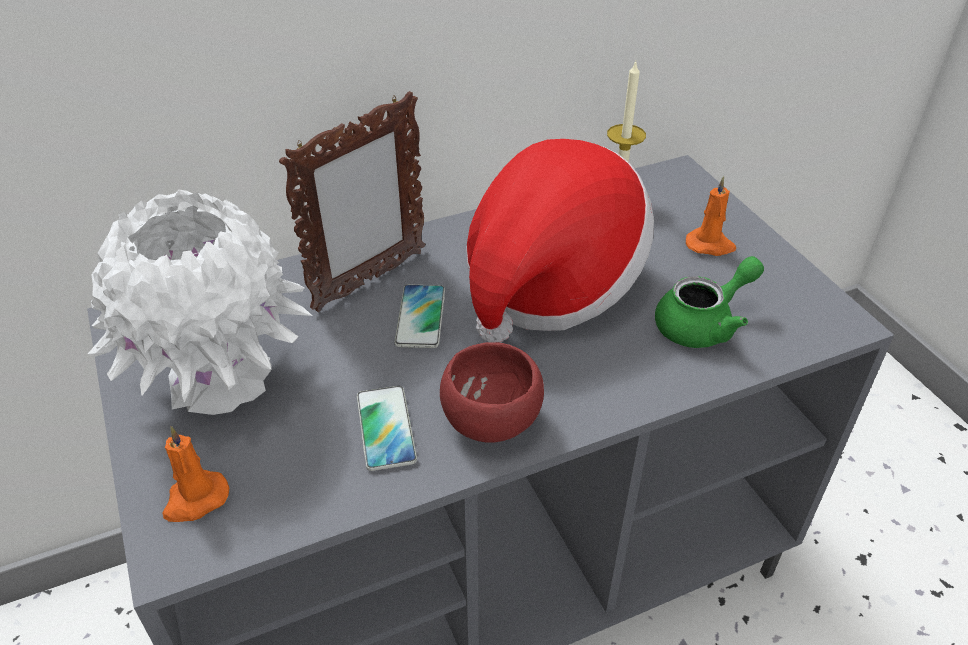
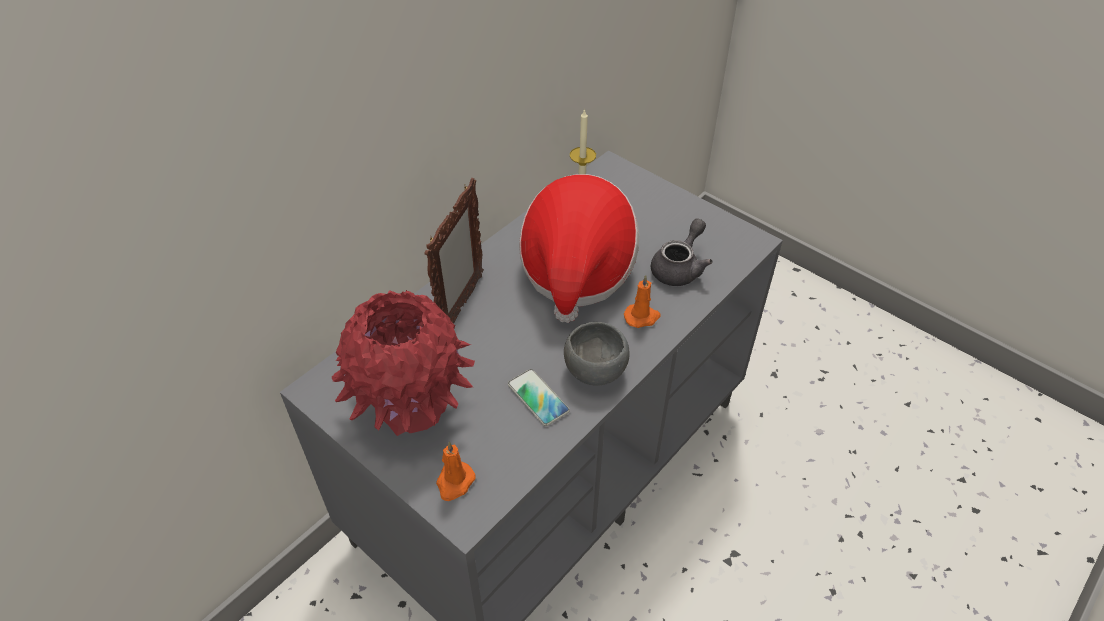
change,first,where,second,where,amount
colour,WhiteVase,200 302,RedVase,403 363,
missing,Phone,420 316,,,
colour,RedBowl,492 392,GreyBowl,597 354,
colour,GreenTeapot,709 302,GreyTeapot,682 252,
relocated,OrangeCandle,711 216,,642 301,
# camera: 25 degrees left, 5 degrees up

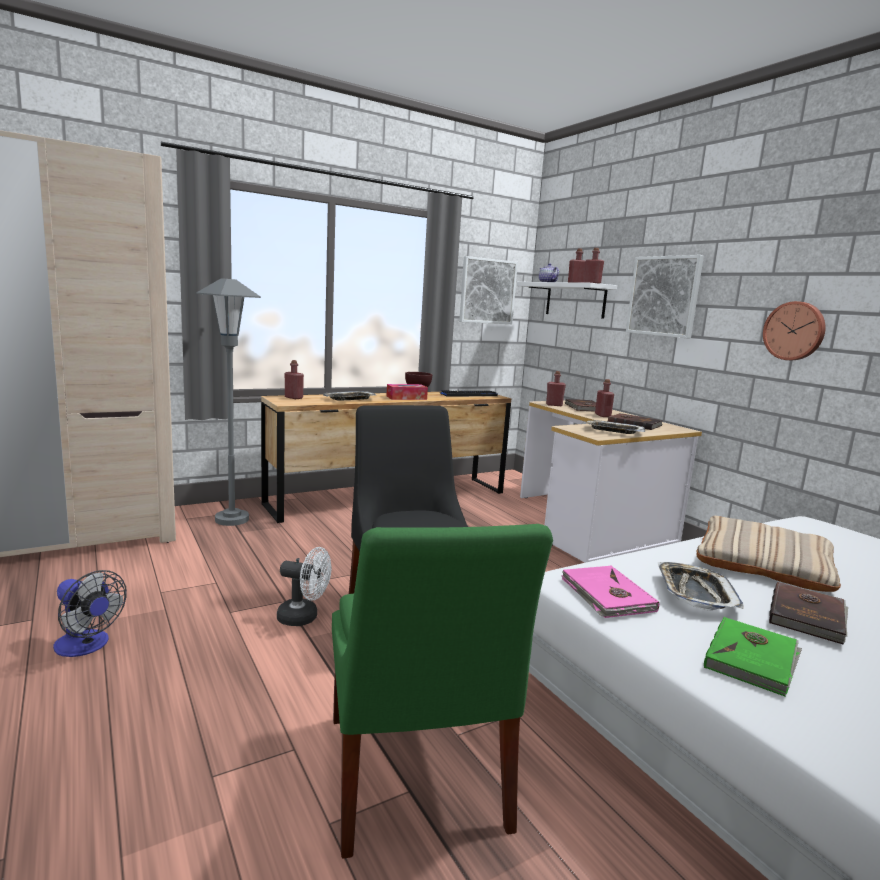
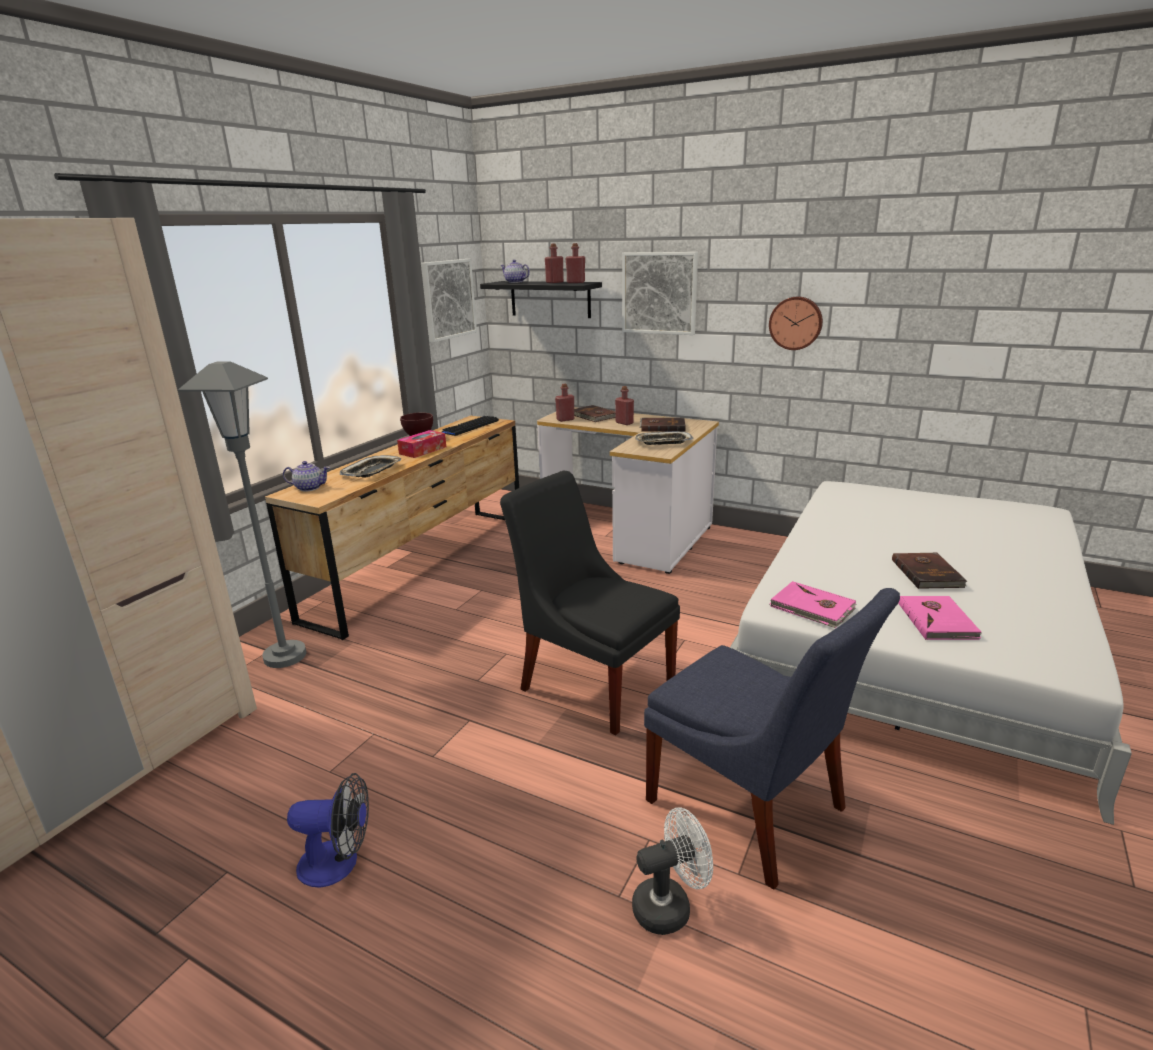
change,first,where,second,where,amount
relocated,WhiteFan,304 586,,672 871,
exchanged,RedBottle,294 379,Teapot,306 476,
colour,GreenChair,442 691,BlueChair,772 738,
colour,WhiteShelf,567 300,BlackShelf,541 299,
missing,Tray,700 586,,,
missing,BeigePillow,768 554,,,
colour,GreenBook,753 656,PinkBook,940 618,
# camera: 30 degrees left, 10 degrees up

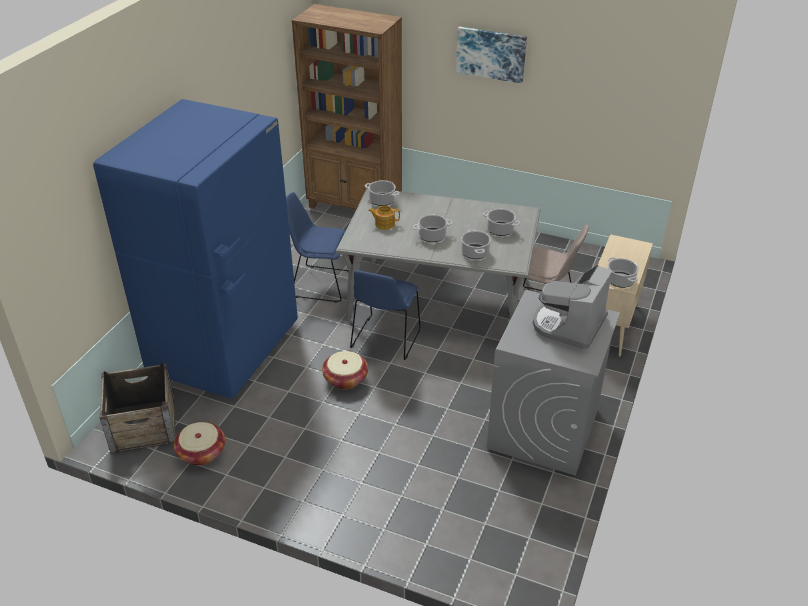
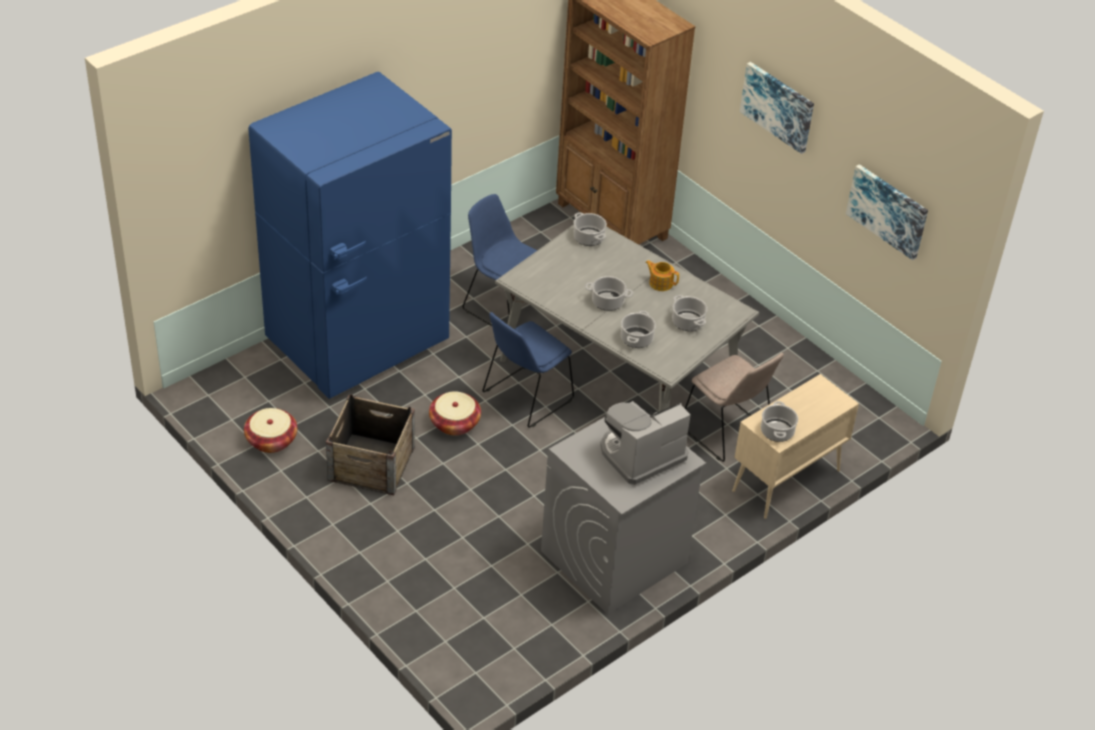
change,first,where,second,where,amount
relocated,Crate,137 408,,370 444,
relocated,Teapot,384 217,,662 275,
appeared,,,Picture,887 212,
# camera: 25 degrees right, 5 degrees up

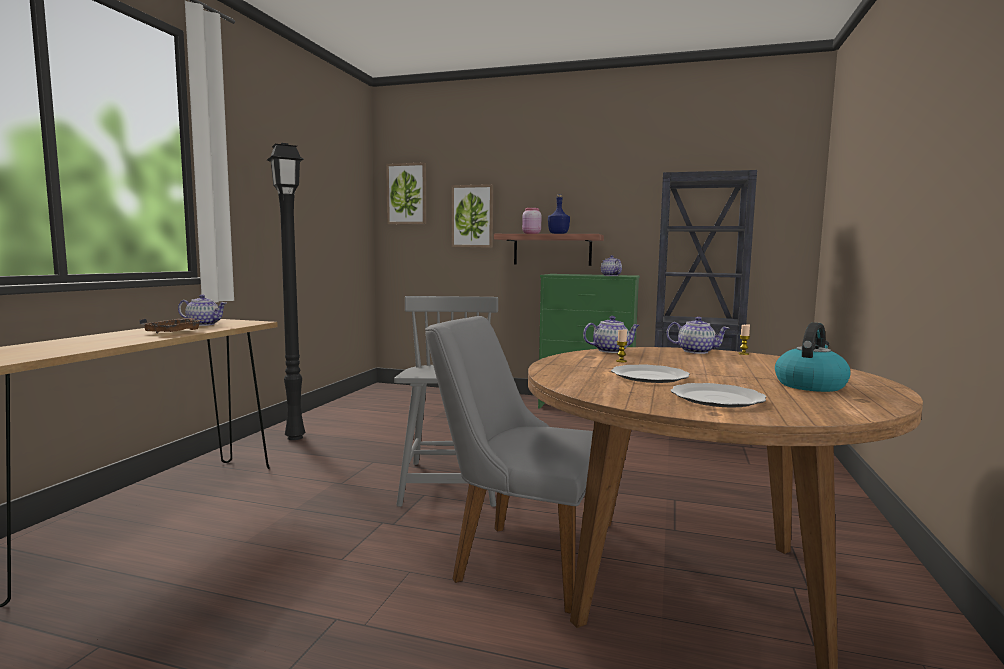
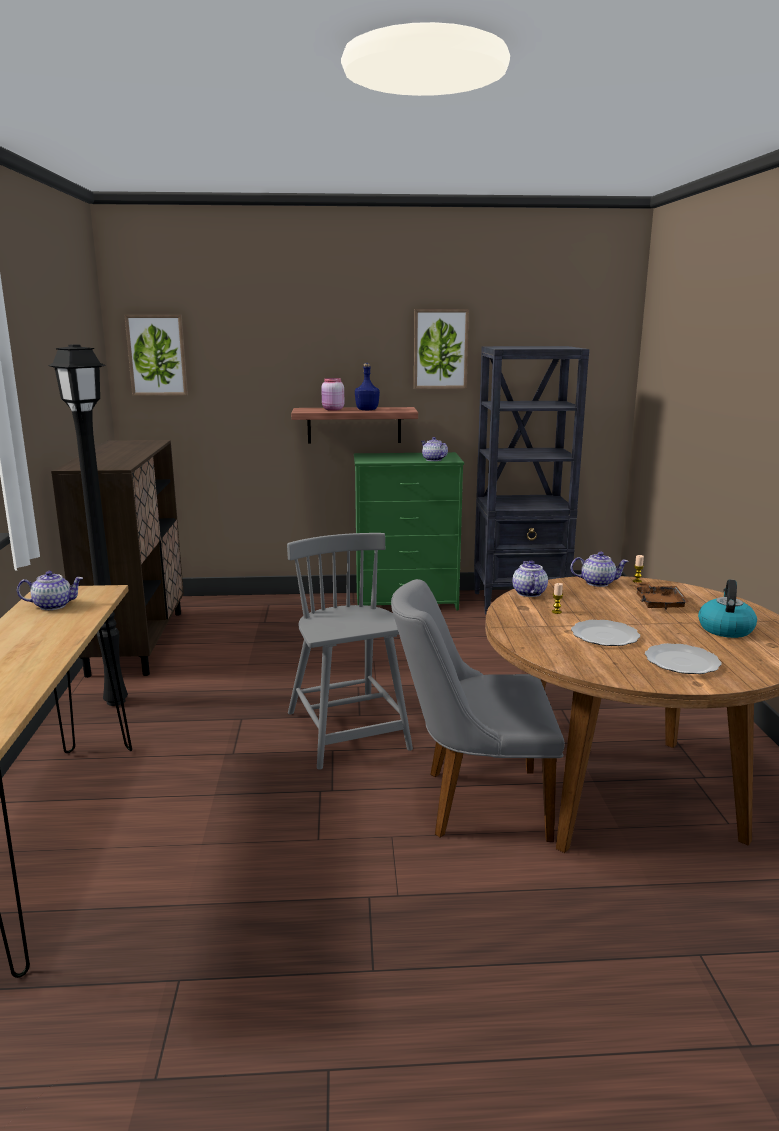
change,first,where,second,where,amount
relocated,BrownTray,172 326,,662 596,
relocated,Picture,472 216,,441 349,
spun,Teapot,611 334,,530 579,60 degrees counterclockwise
appeared,,,BrownCabinet,117 559,
# camera: 20 degrees left, 10 degrees up

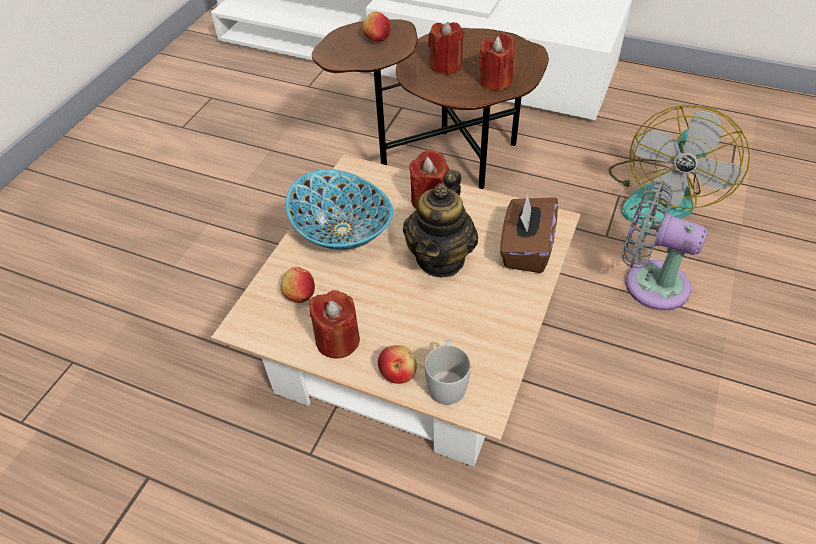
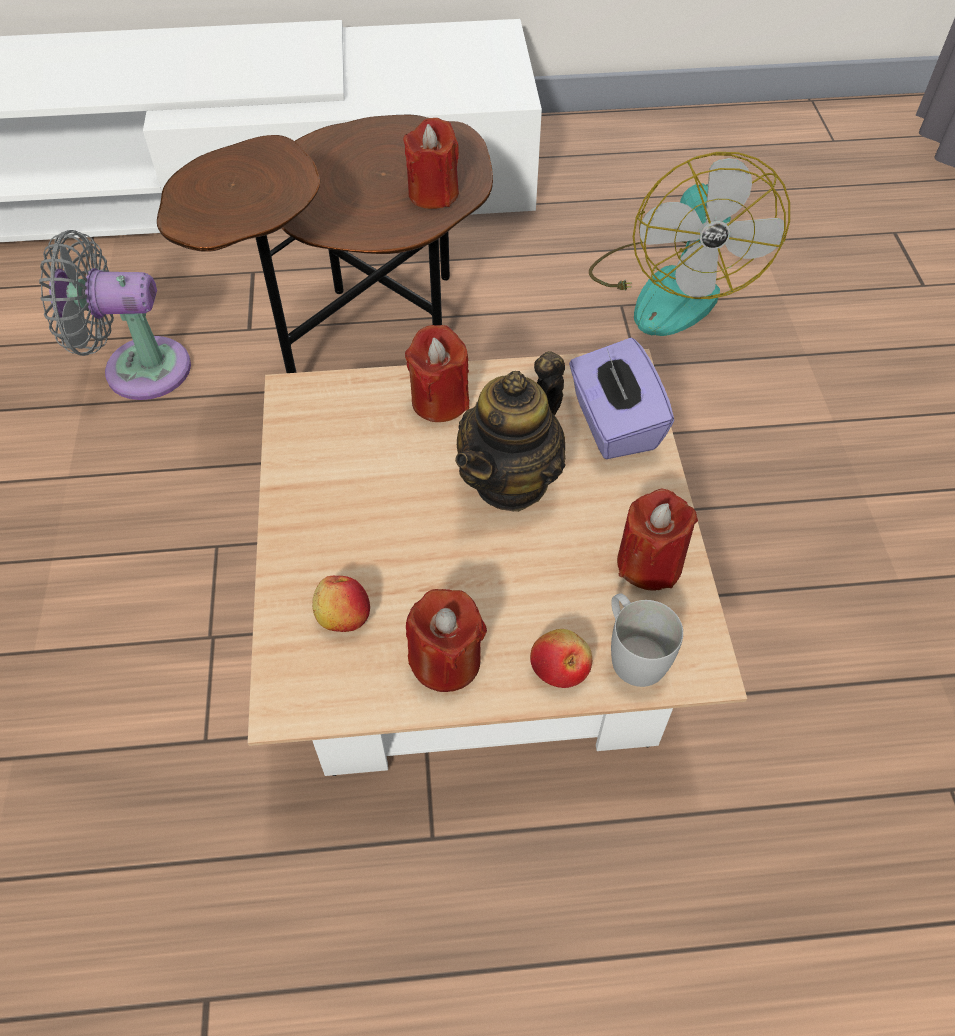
change,first,where,second,where,amount
missing,Bowl,339 209,,,
missing,Apple,376 26,,,
spun,Teapot,440 224,,510 431,45 degrees clockwise
relocated,RedCandle,446 48,,657 540,
colour,BrownTissueBox,529 233,PurpleTissueBox,621 398,
relocated,GreyFan,665 246,,115 315,
# camera: 30 degrees left, 5 degrees up

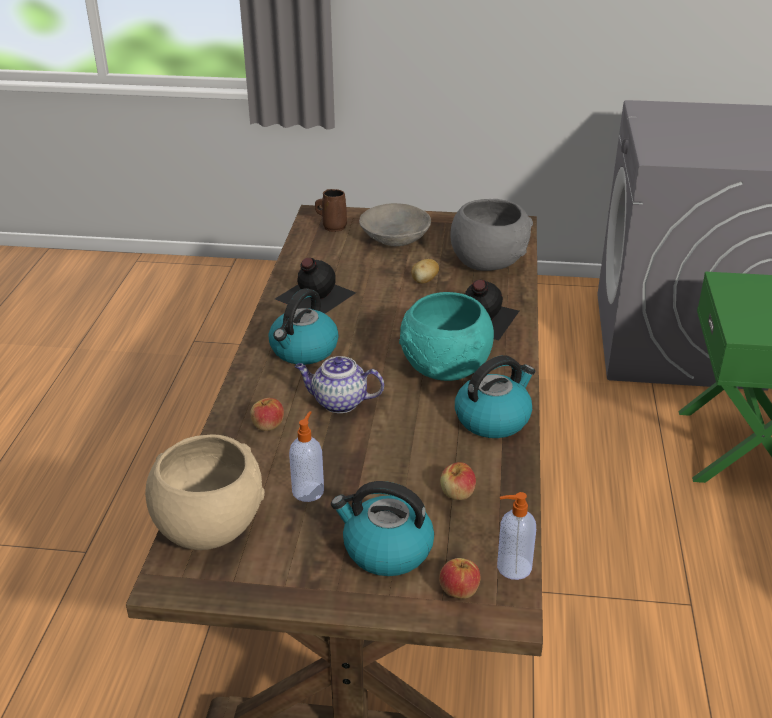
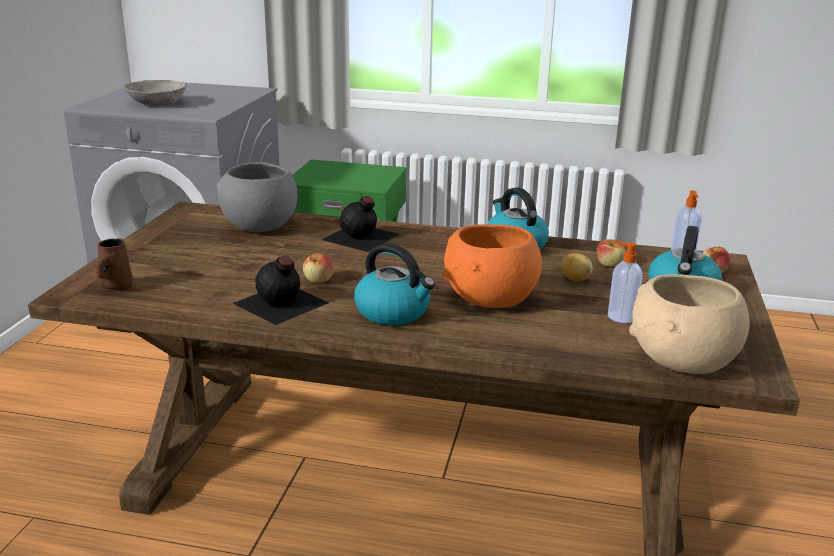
change,first,where,second,where,amount
relocated,Apple,267 414,,318 268,
exchanged,Teapot,339 384,OrangeBowl,492 266,
relocated,GreyBowl,395 224,,155 92,
missing,TurquoiseBowl,446 336,,,
relocated,Potato,425 271,,577 267,
# camera: 85 degrees left, 10 degrees down

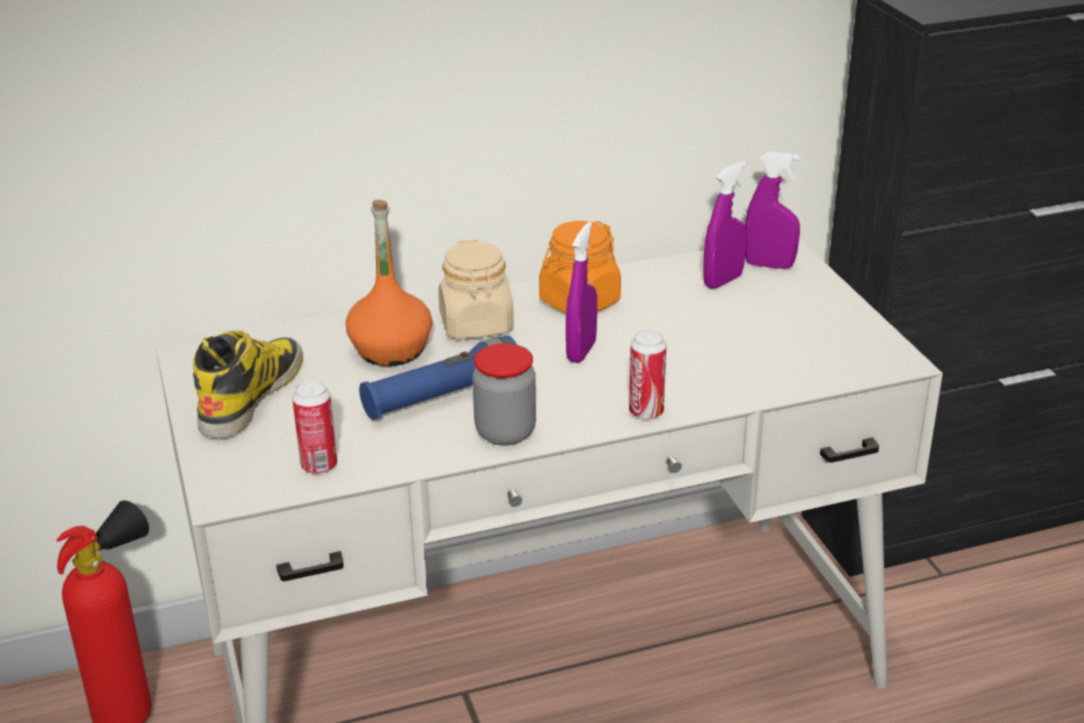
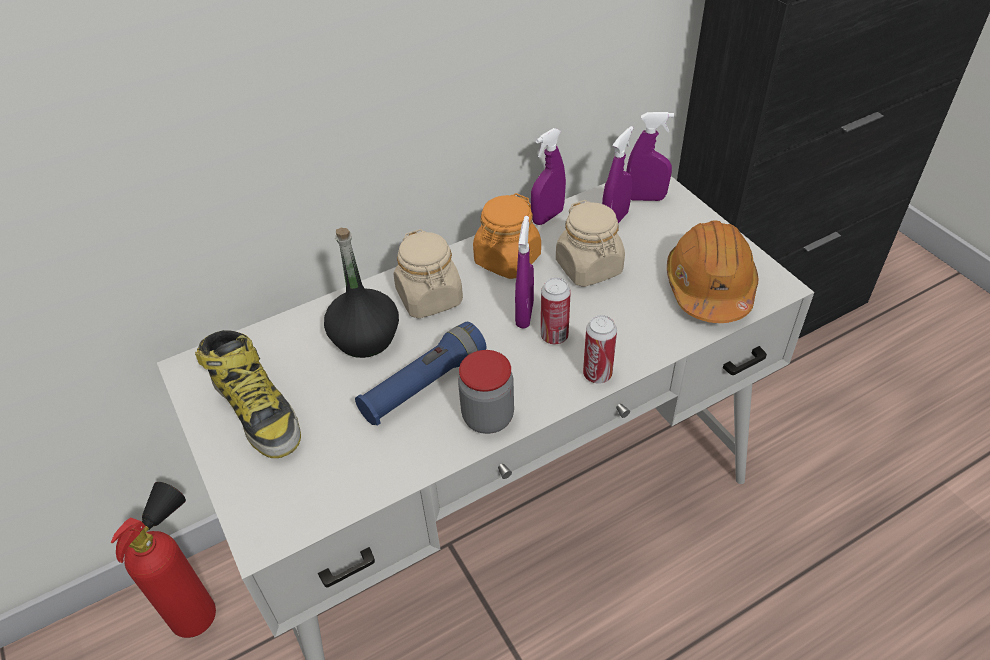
change,first,where,second,where,amount
spun,Boot,248 384,,248 394,135 degrees clockwise
relocated,Can,314 427,,556 311,
colour,OrangeBottle,389 283,BlackBottle,361 293,
appeared,,,PurpleSprayBottle,548 176,
appeared,,,BeigeJar,590 243,
appeared,,,OrangeHardHat,712 272,
# camera: 10 degrees left, 15 degrees up

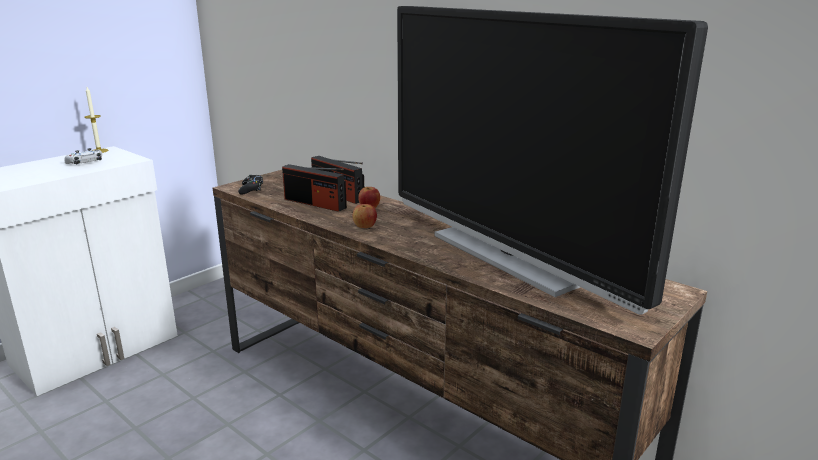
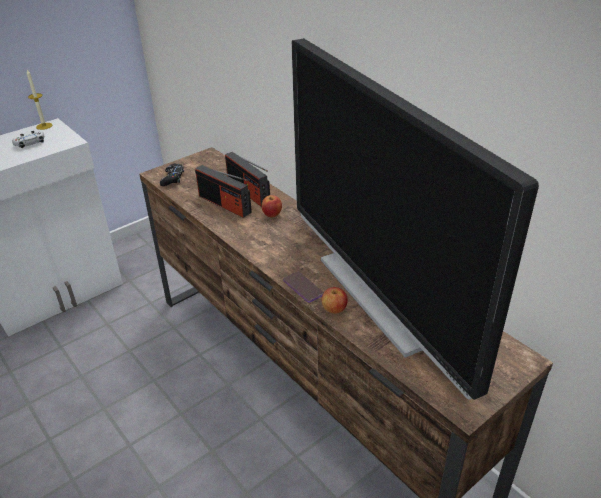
change,first,where,second,where,amount
relocated,Apple,365 216,,335 300,
appeared,,,Phone,303 287,
# camera: 10 degrees right, 15 degrees up

